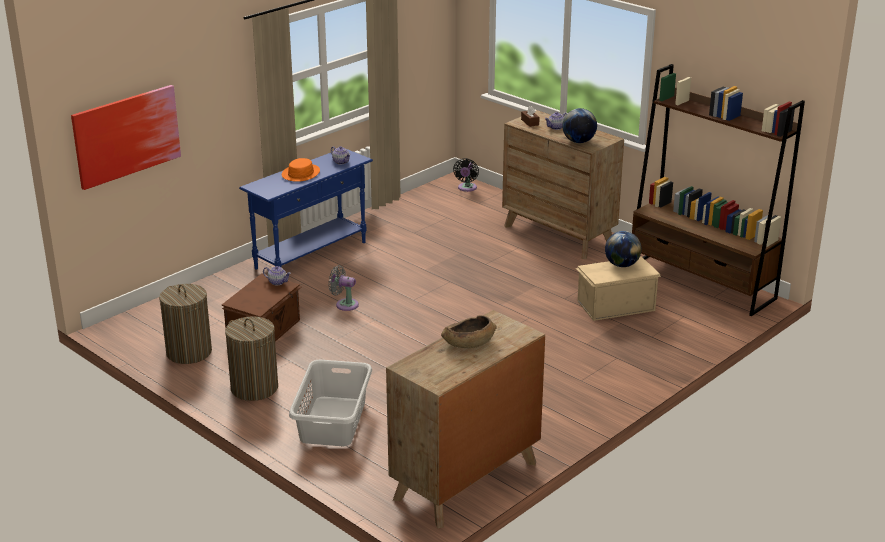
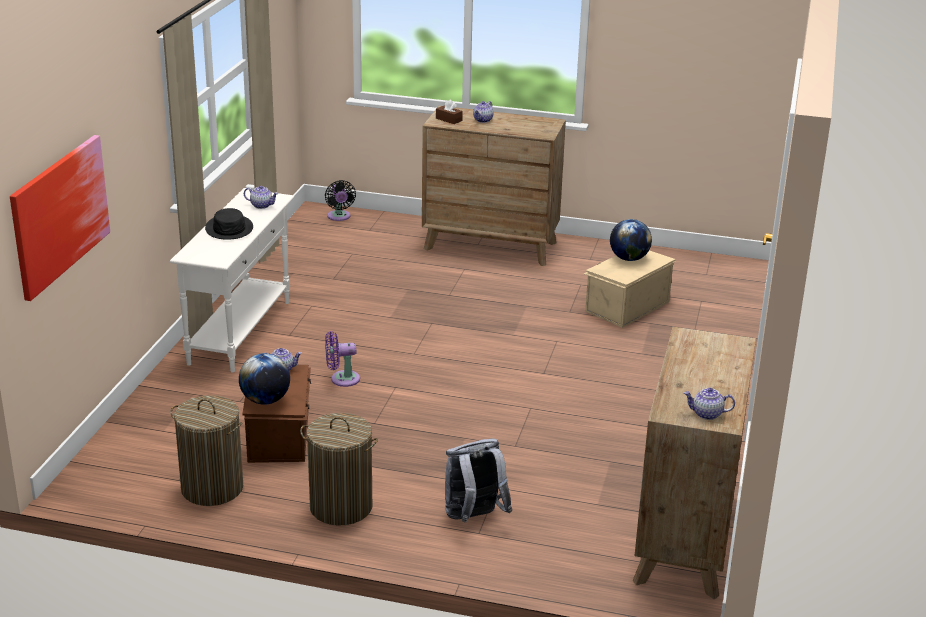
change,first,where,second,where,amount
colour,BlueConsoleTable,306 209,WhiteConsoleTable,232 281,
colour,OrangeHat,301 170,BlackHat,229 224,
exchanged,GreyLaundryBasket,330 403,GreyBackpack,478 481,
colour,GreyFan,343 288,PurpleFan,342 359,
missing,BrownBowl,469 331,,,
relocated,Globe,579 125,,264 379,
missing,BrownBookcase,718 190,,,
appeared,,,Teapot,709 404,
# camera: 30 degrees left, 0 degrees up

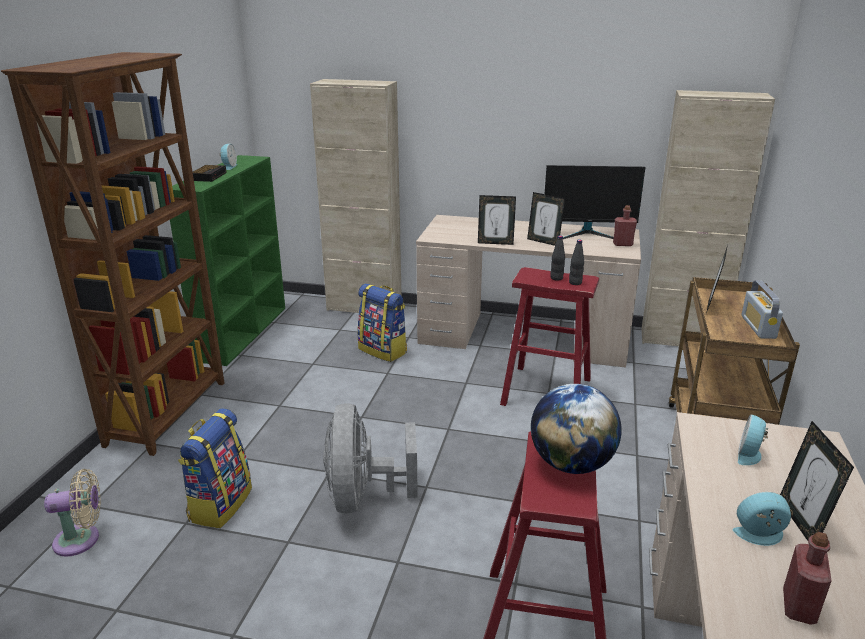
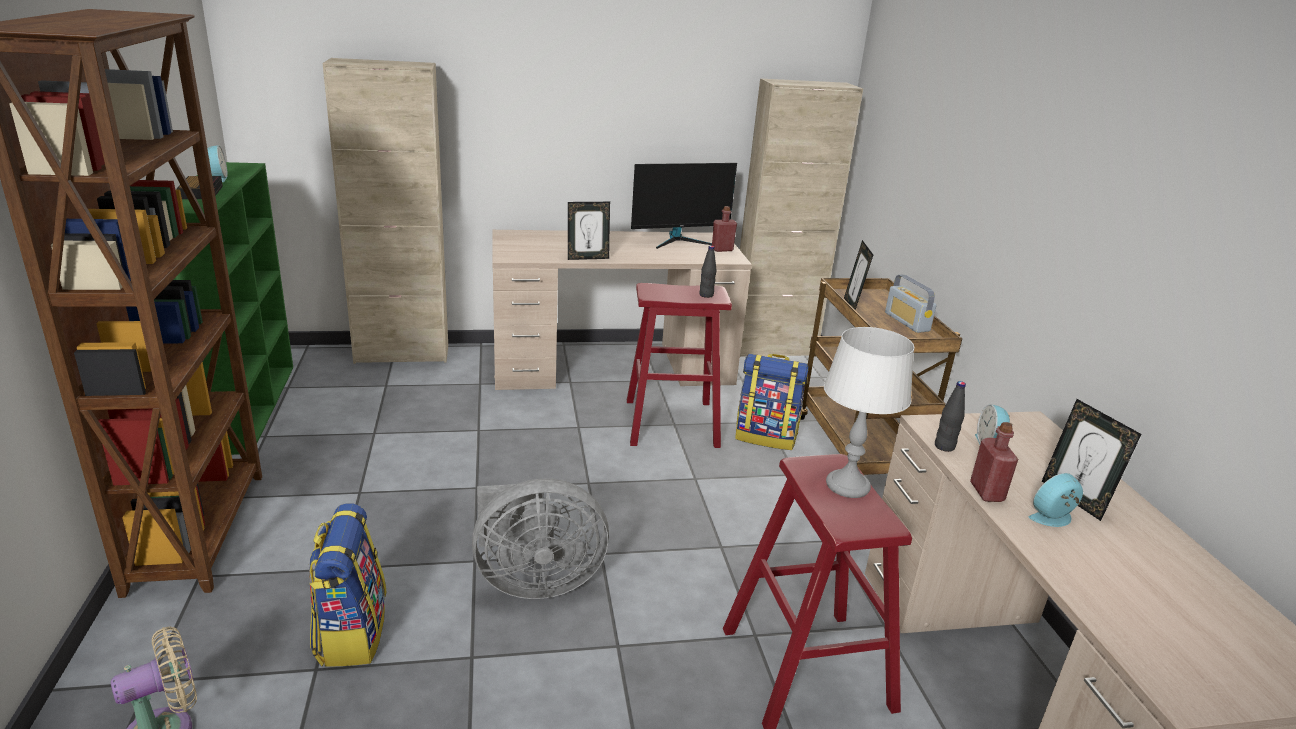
change,first,where,second,where,amount
spun,GreyFan,370 458,,540 539,75 degrees counterclockwise
relocated,Backpack,382 322,,771 402,
missing,PictureFrame,546 219,,,
exchanged,Globe,576 429,GreyTableLamp,869 412,
relocated,BlackBottle,558 258,,950 416,
relocated,RedBottle,807 578,,994 462,
# camera: 25 degrees left, 0 degrees up

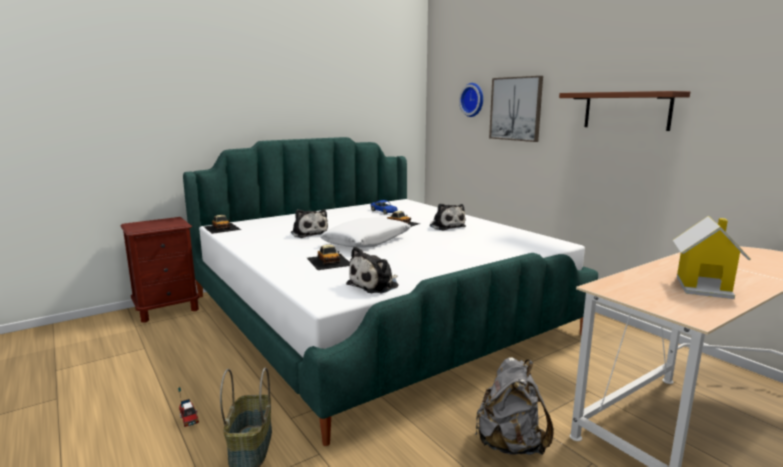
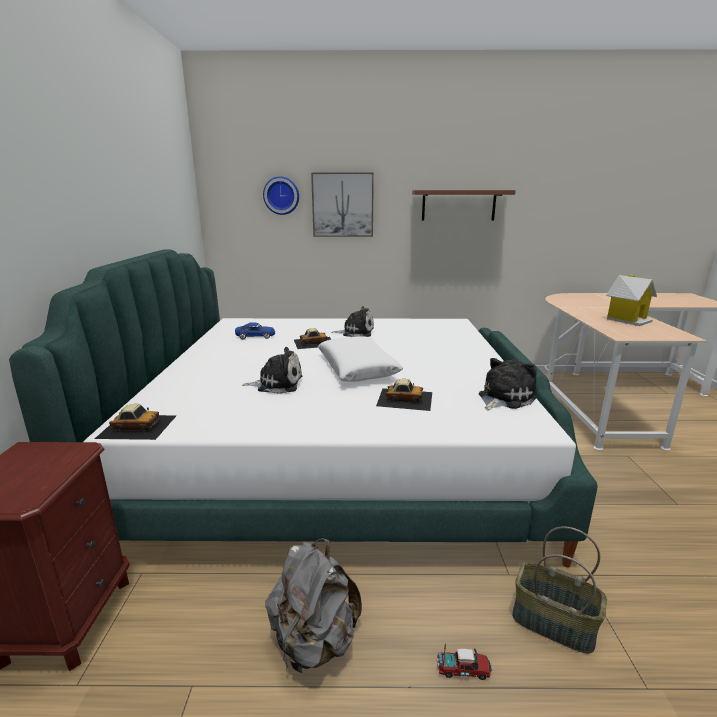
change,first,where,second,where,amount
spun,PlushToy,372 270,,508 384,120 degrees counterclockwise
relocated,GreyBackpack,514 406,,313 605,
# camera: 55 degrees left, 5 degrees up

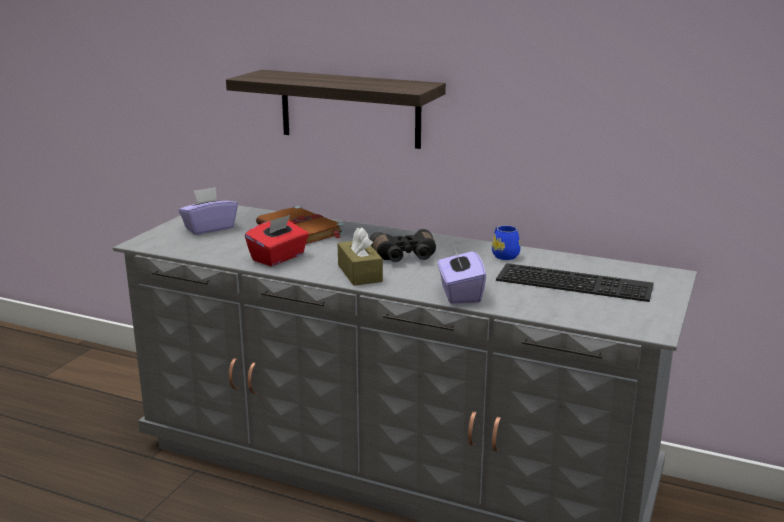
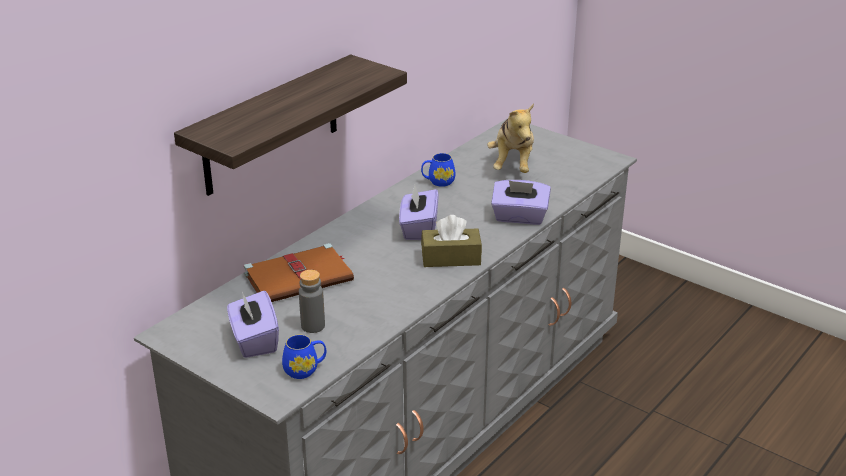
change,first,where,second,where,amount
missing,RedTissueBox,277 240,,,
exchanged,BlackBinoculars,403 245,PurpleTissueBox,419 212,
exchanged,Keyboard,575 282,PlushToy,510 138,
appeared,,,BlueMug,304 357,
appeared,,,GreyBottle,312 301,
# camera: 75 degrees left, 10 degrees up

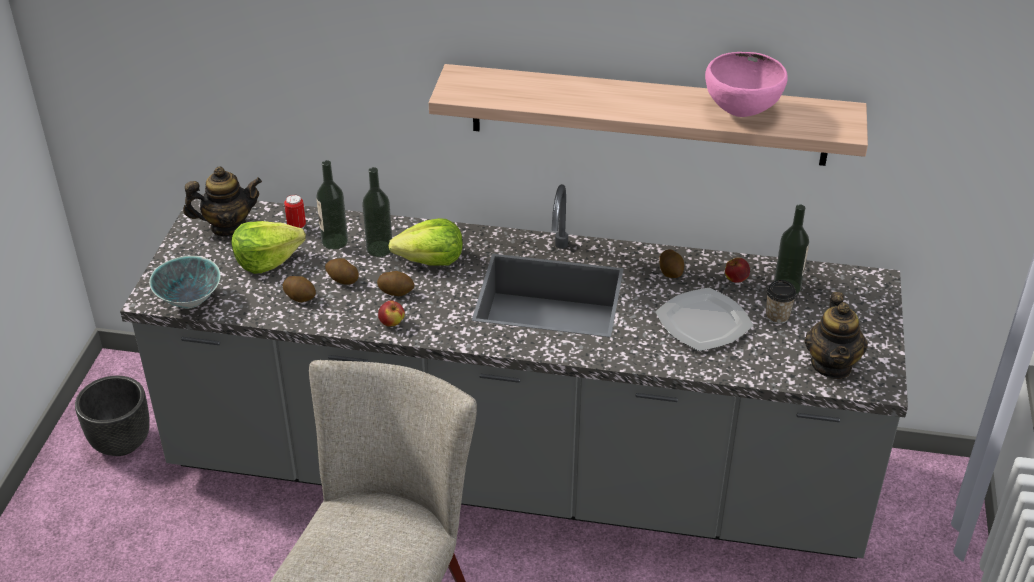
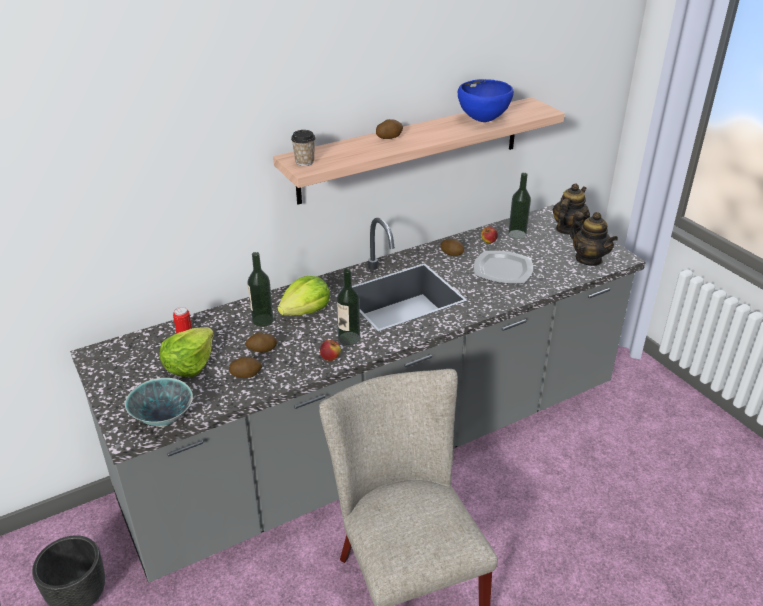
change,first,where,second,where,amount
relocated,Teapot,222 202,,571 209,
relocated,Bottle,332 205,,348 307,
relocated,Potato,395 283,,389 129,
colour,PinkBowl,746 84,BlueBowl,486 100,
relocated,Cup,781 302,,303 148,
# camera: 40 degrees left, 5 degrees down

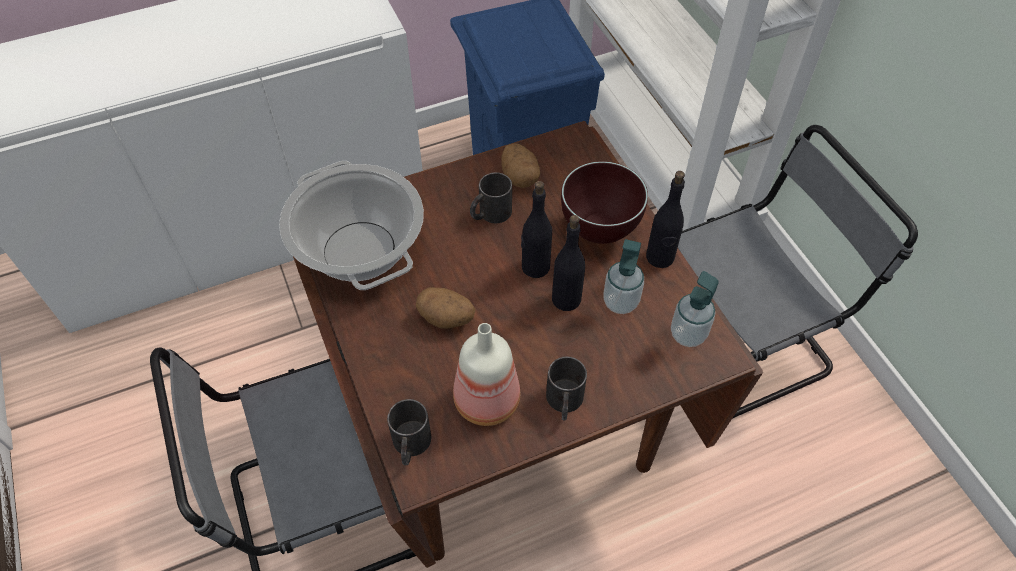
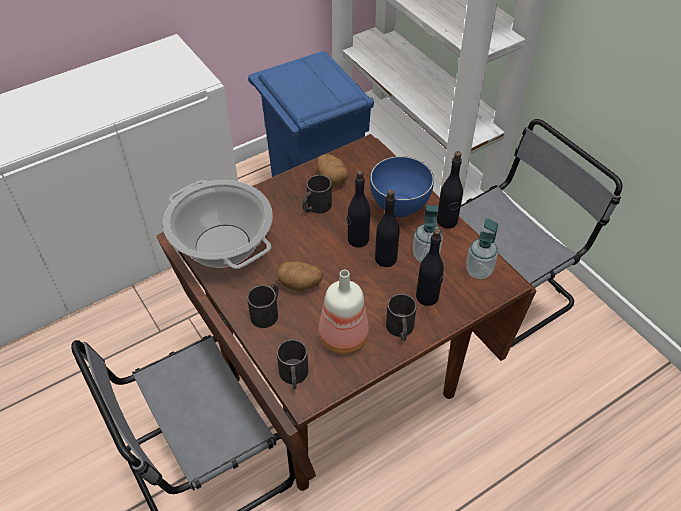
change,first,where,second,where,amount
colour,BrownBowl,604 202,BlueBowl,402 186,
appeared,,,BlackMug,263 306,
appeared,,,BlackBottle,430 267,
# camera: 10 degrees left, 5 degrees down

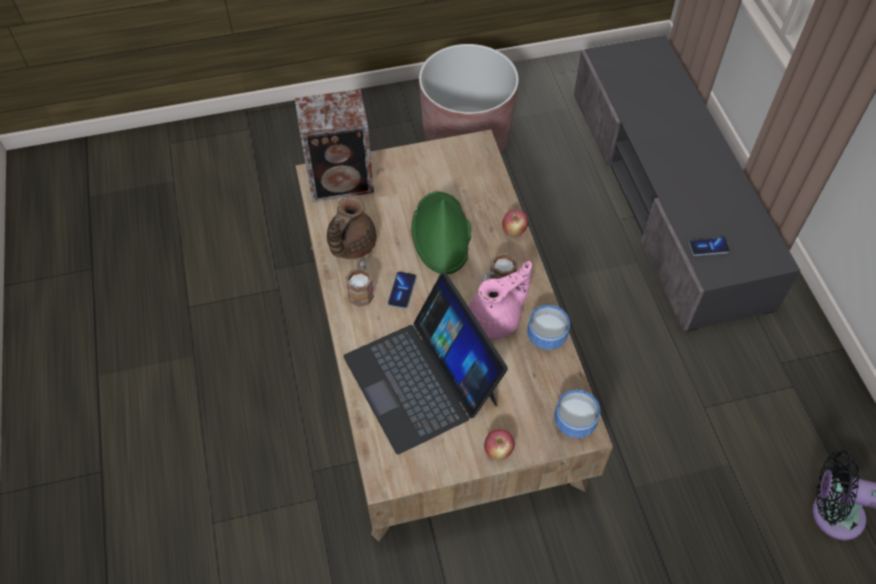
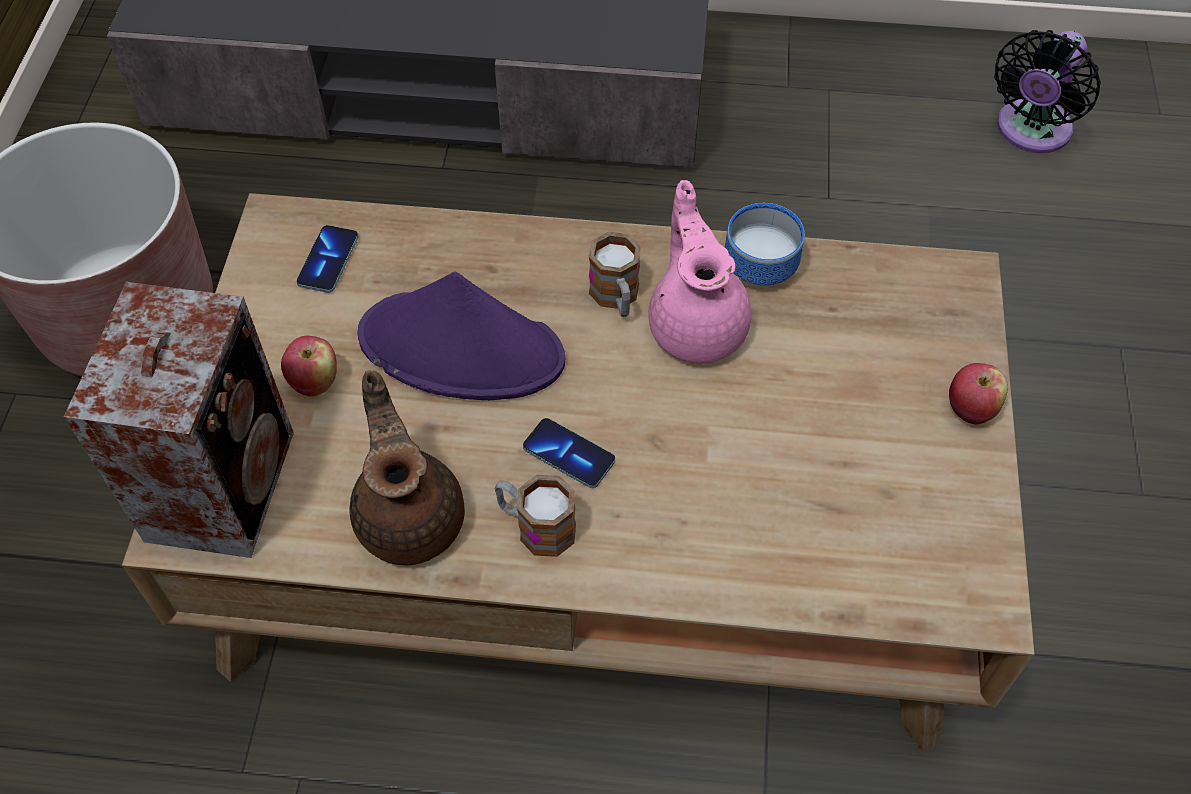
change,first,where,second,where,amount
spun,BrownTeapot,351 228,,407 467,150 degrees counterclockwise
missing,Laptop,426 364,,,
colour,GreenHat,441 233,PurpleHat,461 336,
relocated,Apple,515 223,,309 366,
missing,Bowl,577 414,,,
relocated,Phone,709 246,,327 259,
# camera: 70 degrees left, 0 degrees up

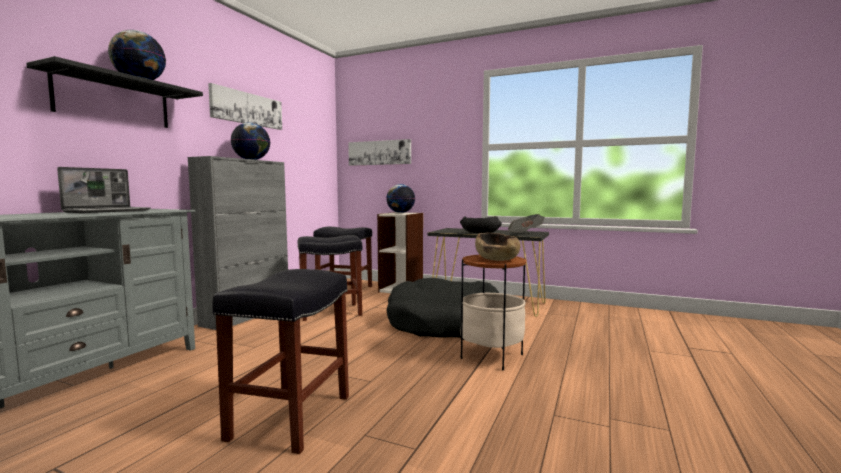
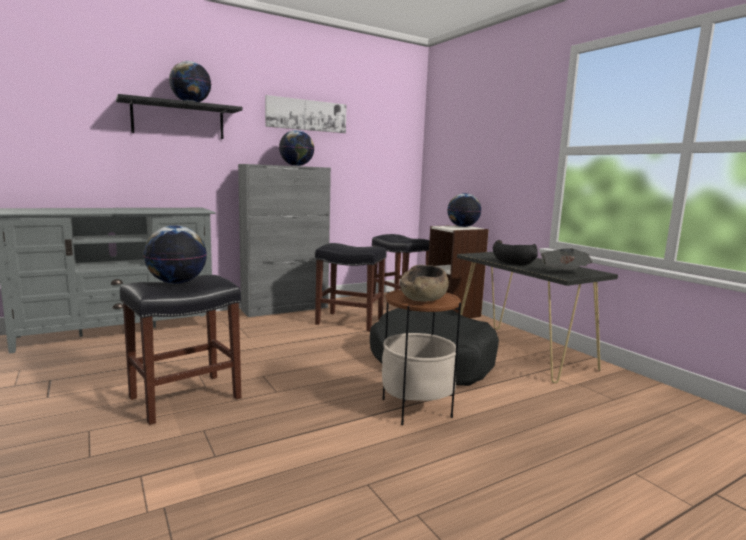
change,first,where,second,where,amount
missing,Laptop,104 190,,,
missing,Picture,379 152,,,
appeared,,,Globe,175 254,
# camera: 35 degrees right, 5 degrees up

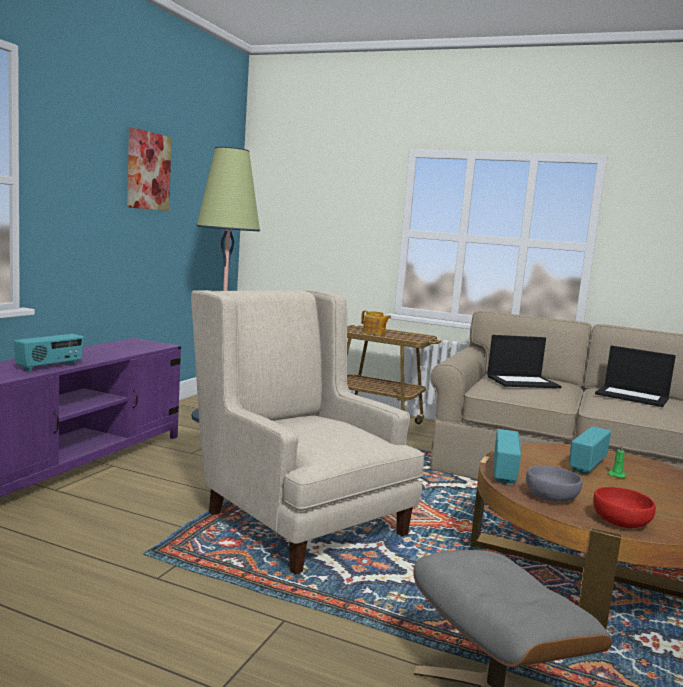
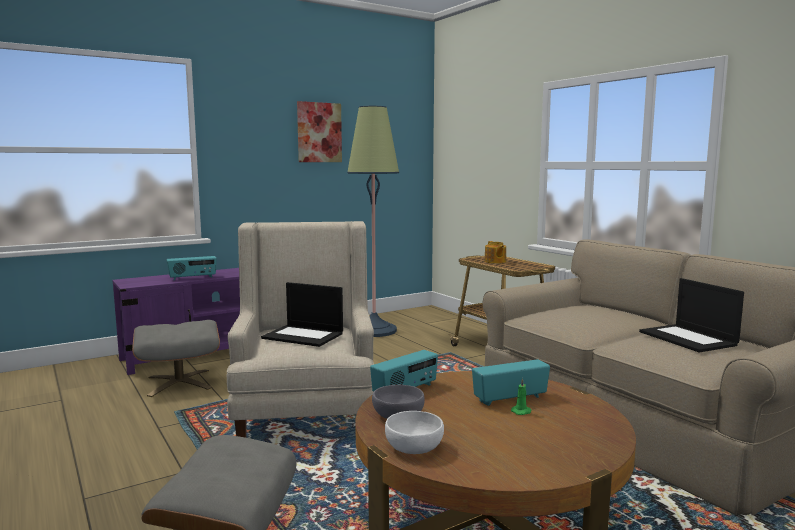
change,first,where,second,where,amount
relocated,Laptop,524 361,,302 314,
colour,RedBowl,624 507,WhiteBowl,414 432,
appeared,,,GreyOttoman,176 358,
# camera: 35 degrees right, 0 degrees up

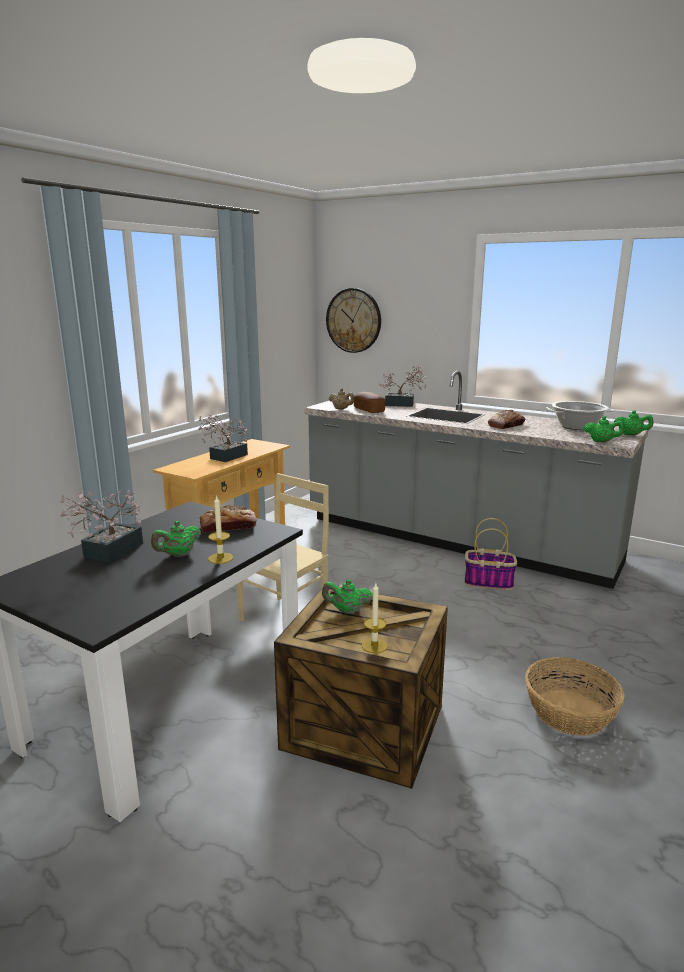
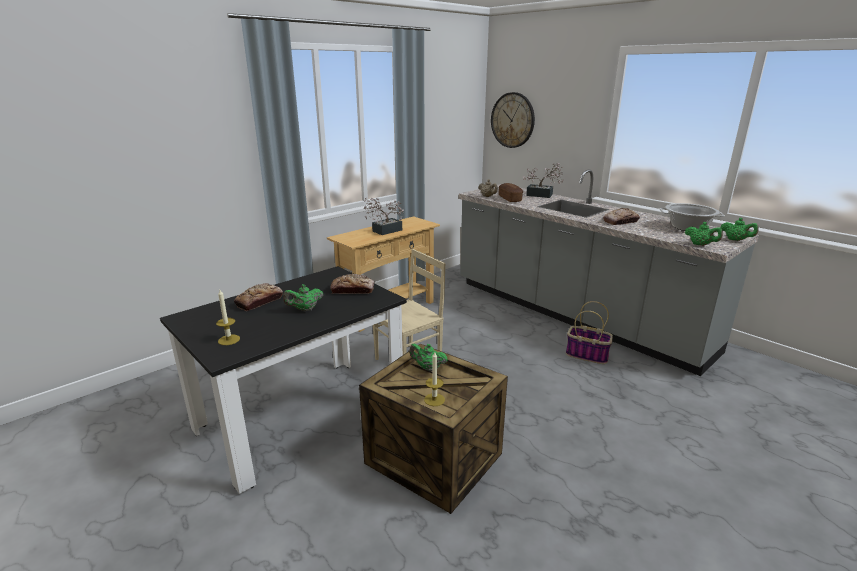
change,first,where,second,where,amount
exchanged,PottedPlant,101 526,Bread,258 297,
relocated,Candle,220 529,,228 317,
missing,Basket,575 696,,,
# camera: 15 degrees right, 5 degrees up

